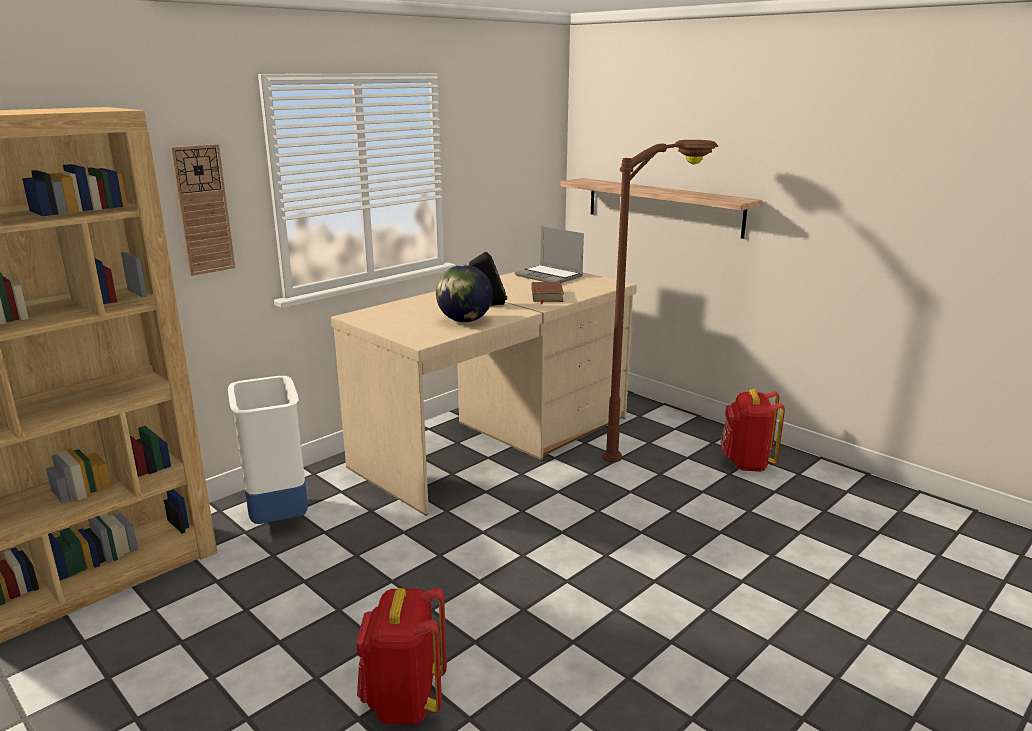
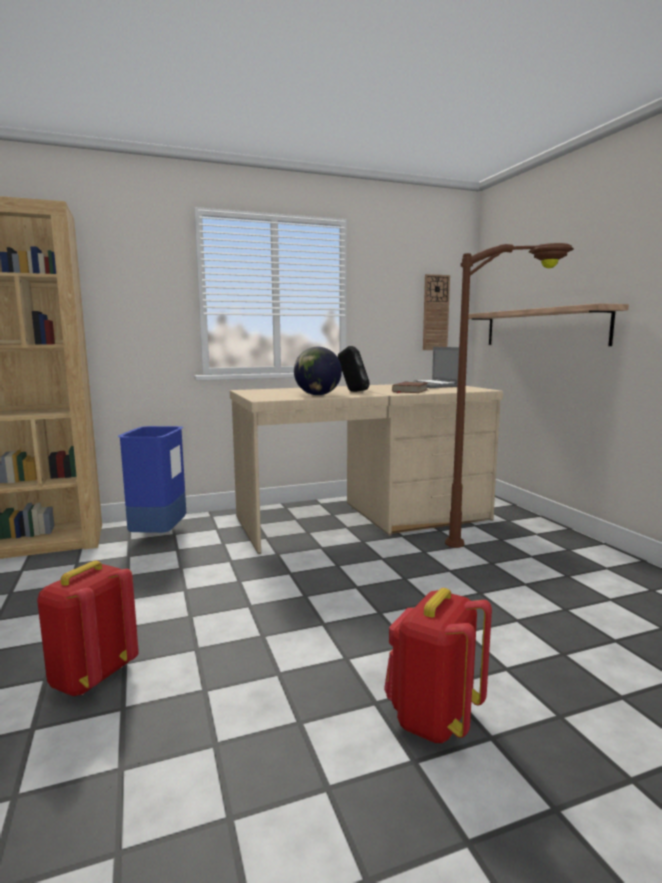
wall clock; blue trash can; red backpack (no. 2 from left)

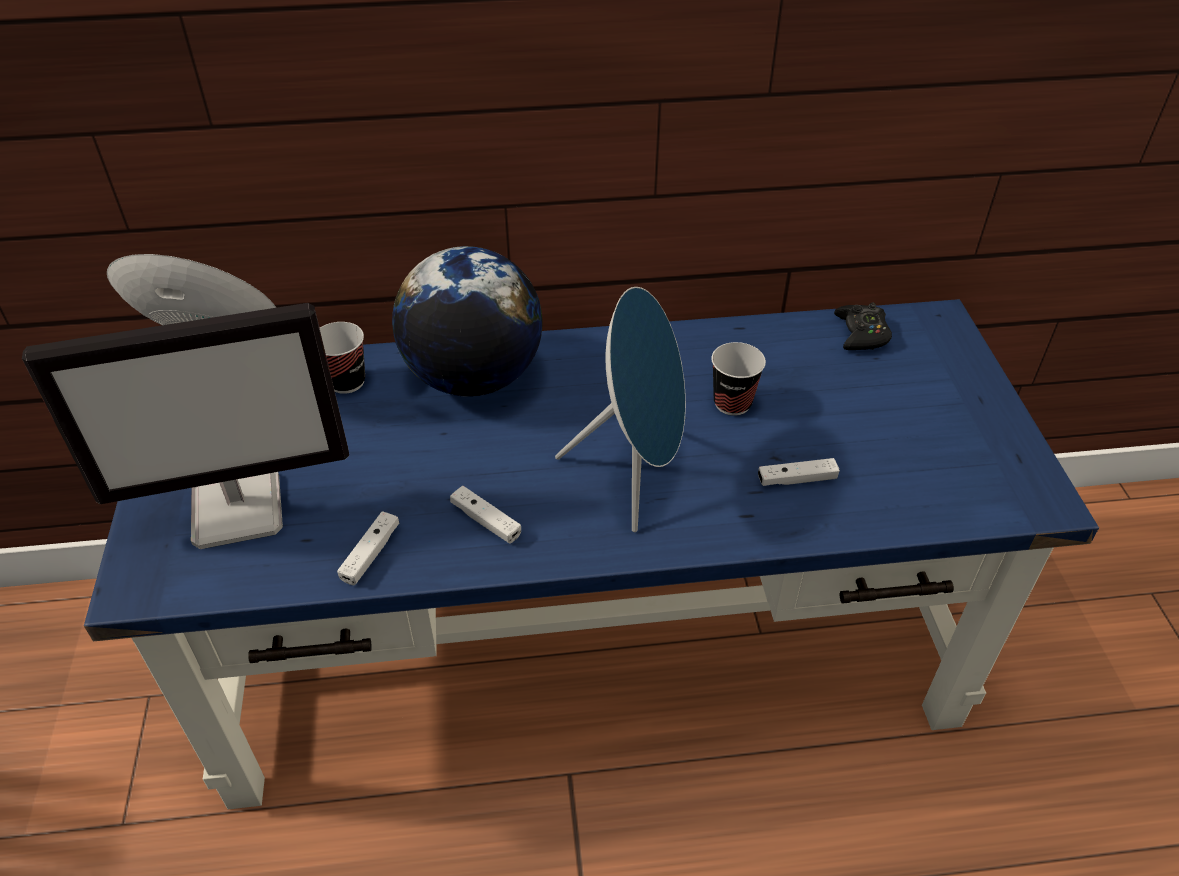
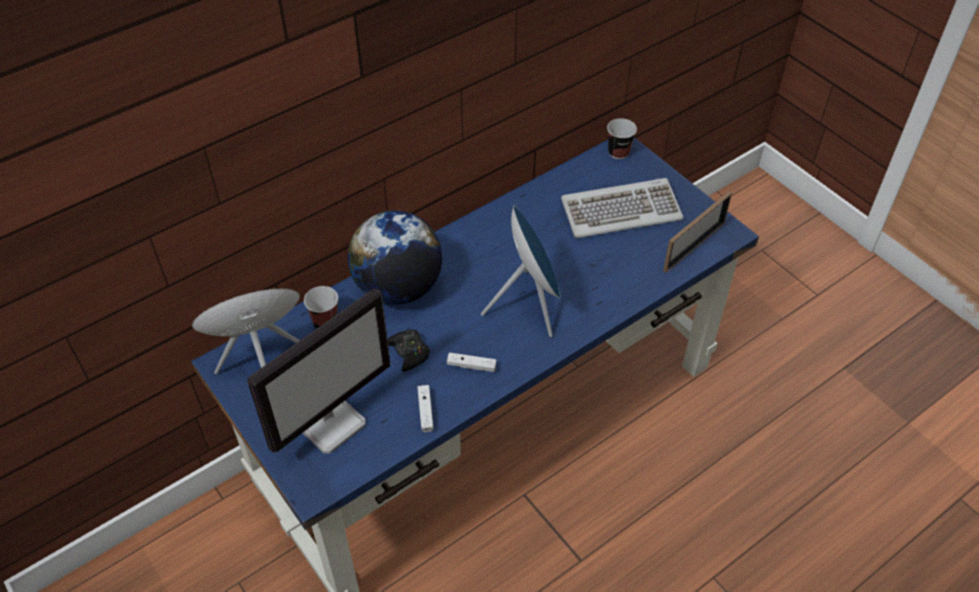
cup (no. 2 from left); white game controller (no. 3 from left in the first image); black game controller; keyboard; picture frame

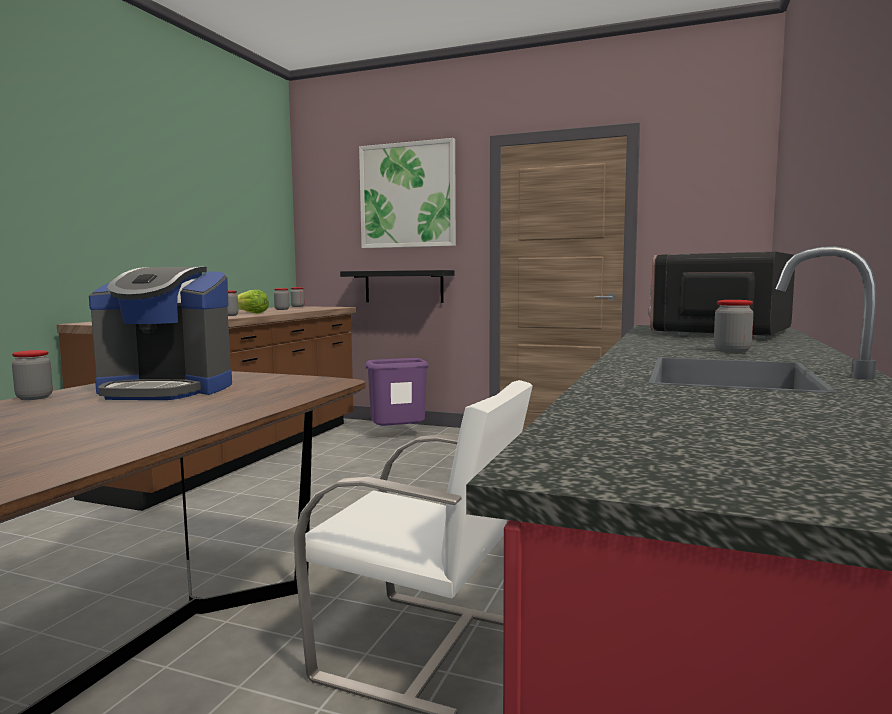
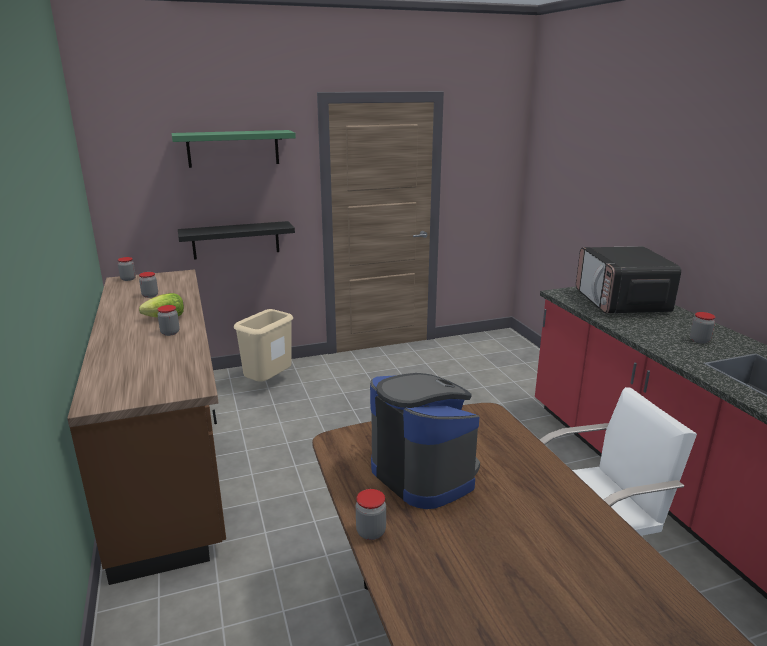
coffee machine; green shelf; beige trash can

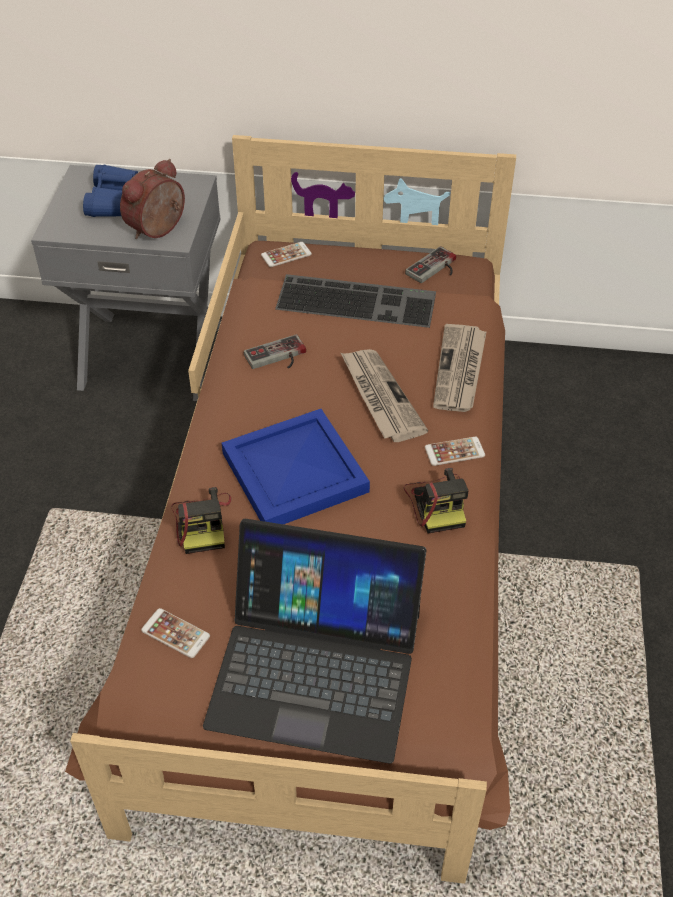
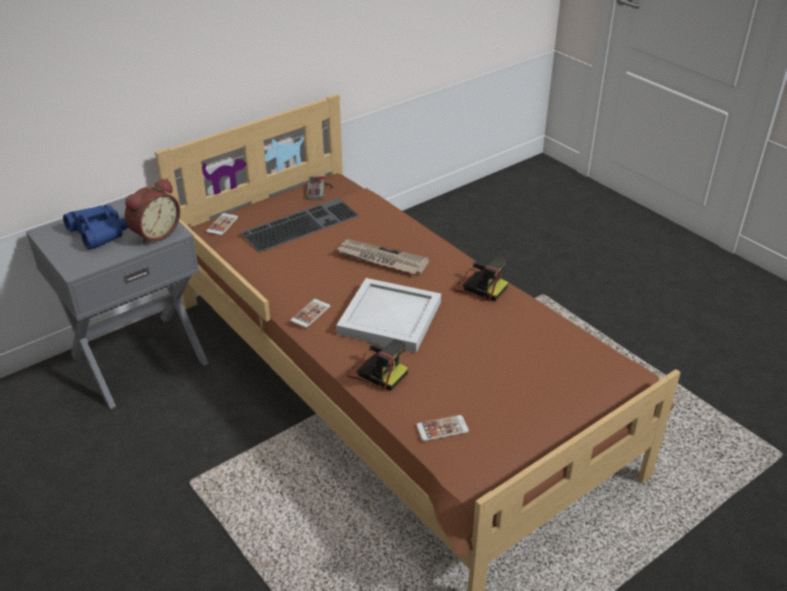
alarm clock; laptop; white tray; game controller (no. 1 from left in the first image); phone (no. 2 from left); newspaper (no. 2 from left in the first image)

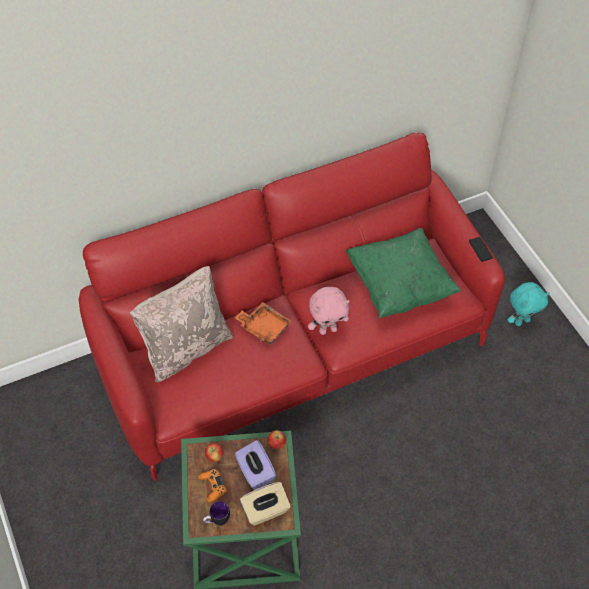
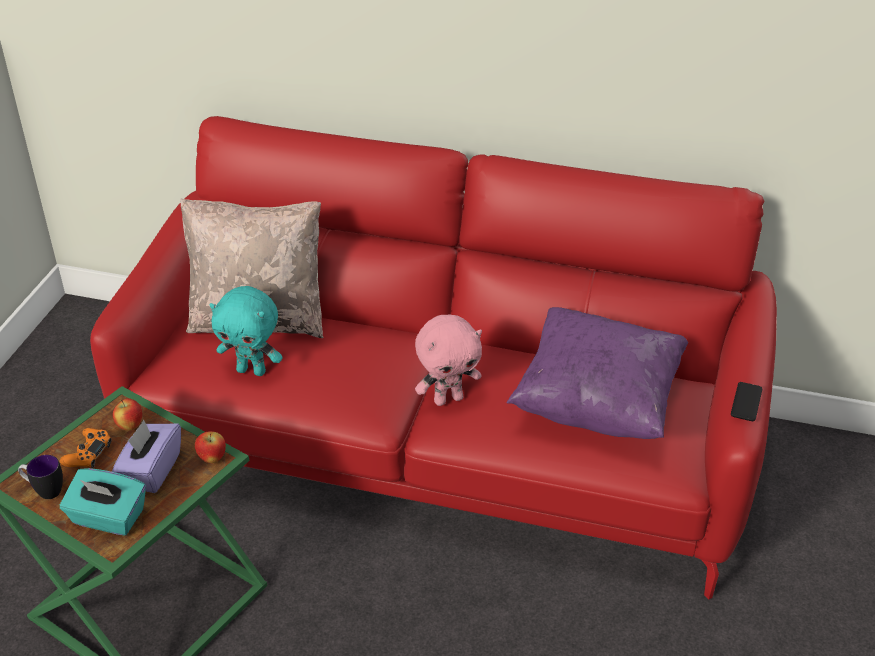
orange tray; turquoise tissue box; pink plush toy; purple pillow; turquoise plush toy

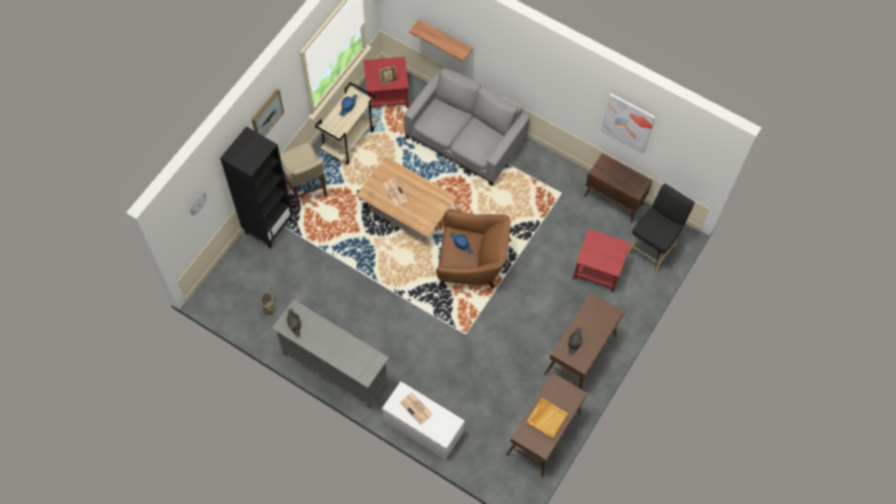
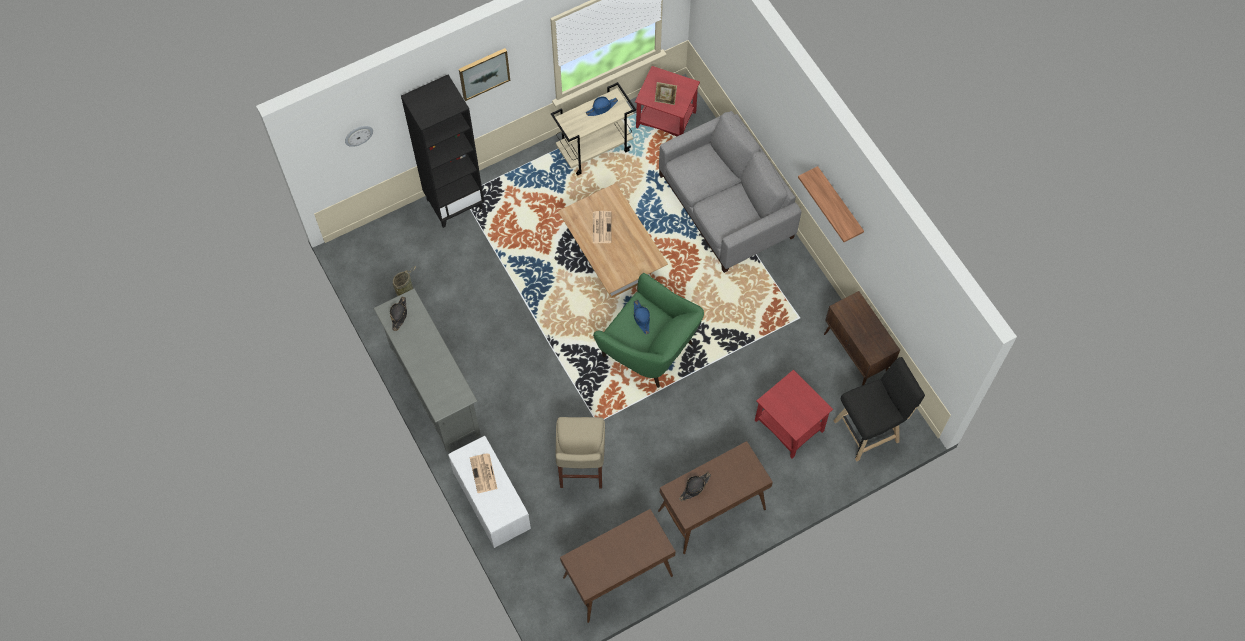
beige stool; shelf; green armchair; beige tray; picture (no. 2 from left in the first image)

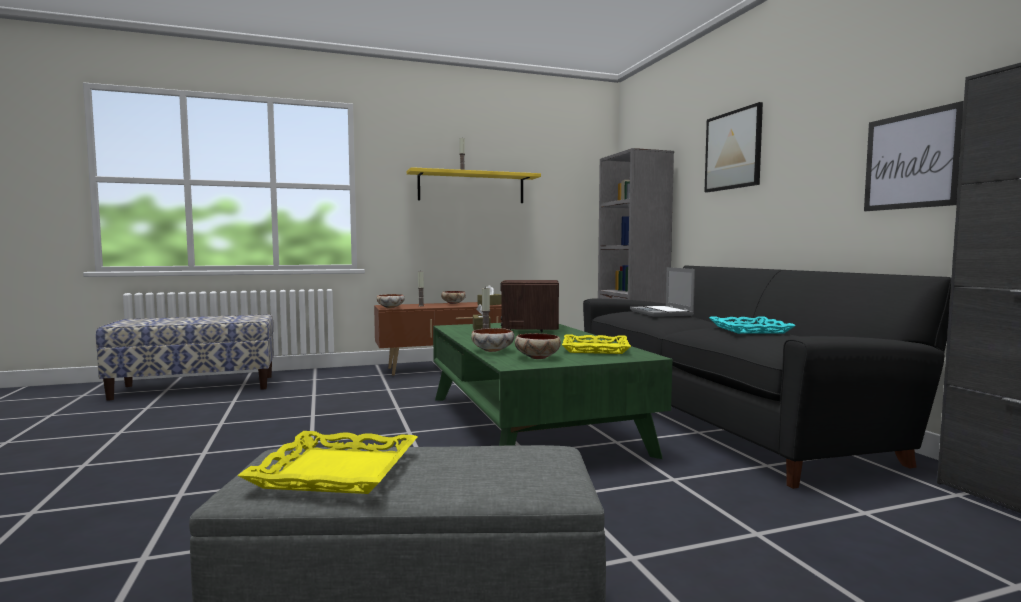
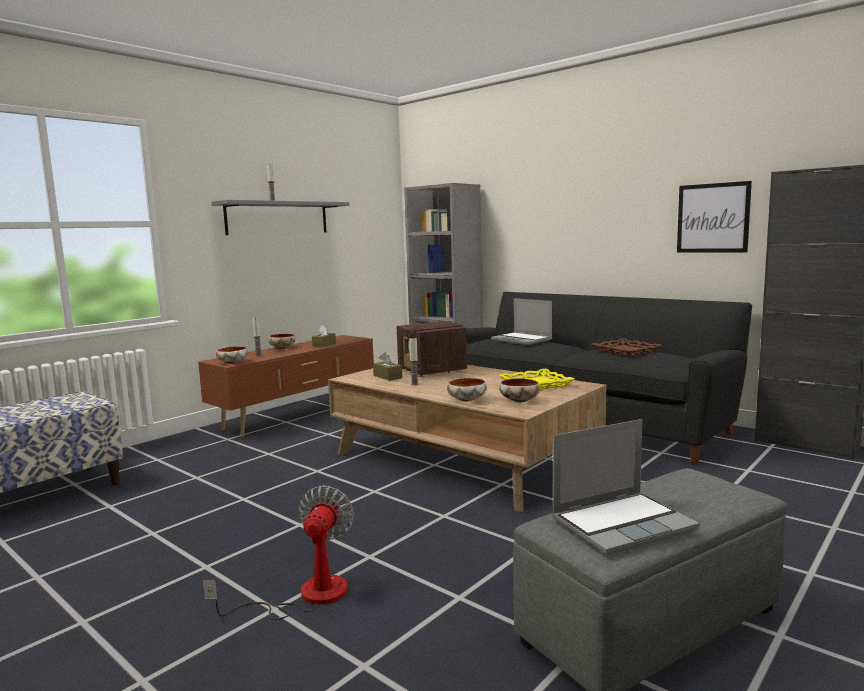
laptop (no. 2 from left); grey shelf; brown coffee table; picture (no. 1 from left in the first image); brown tray; fan

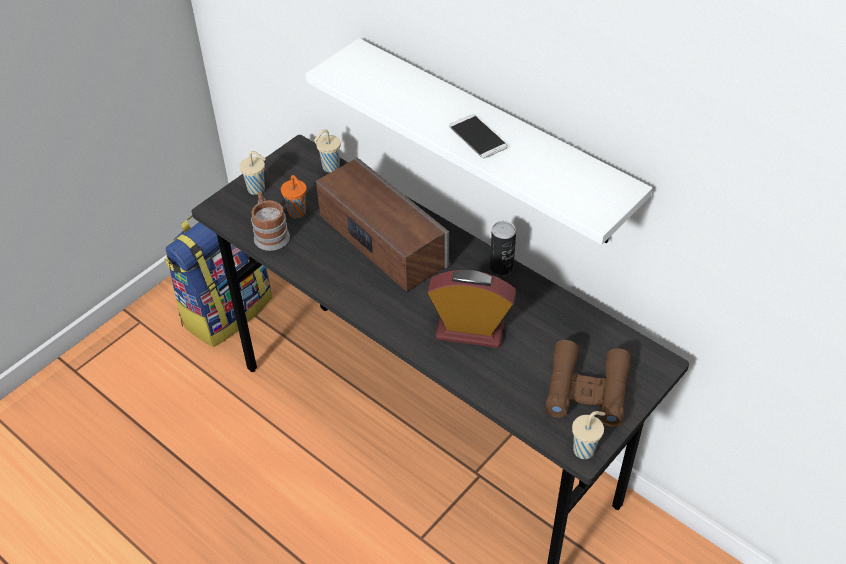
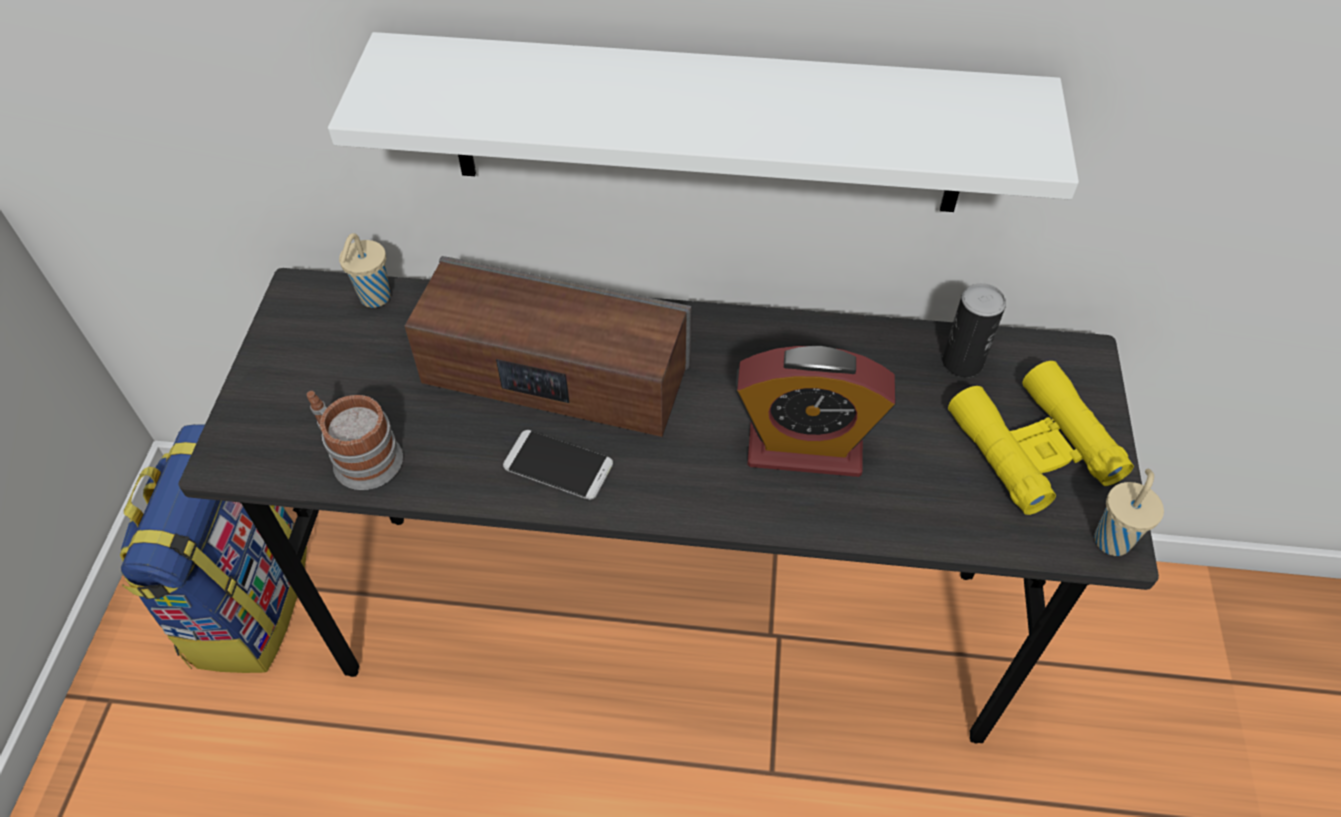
beige cup (no. 1 from left in the first image); orange cup; alarm clock; phone; can; yellow binoculars

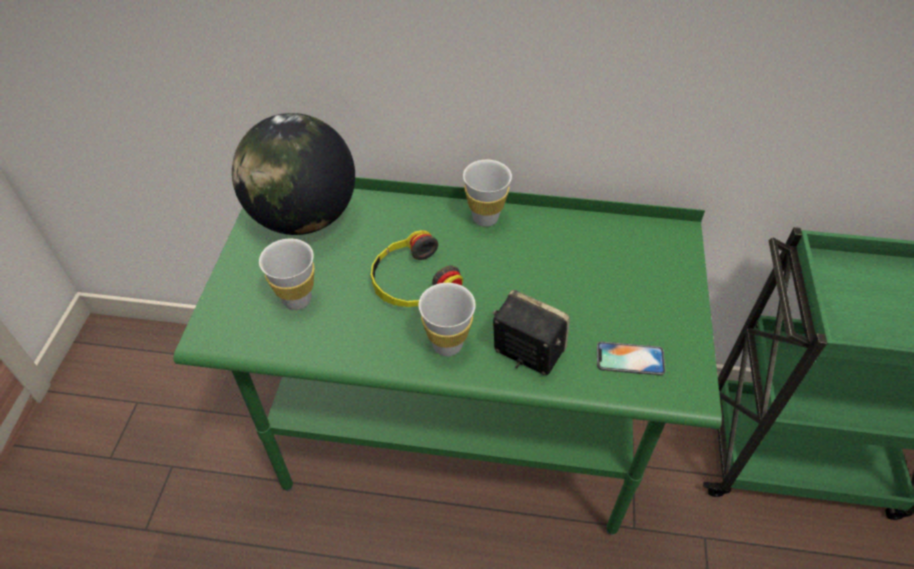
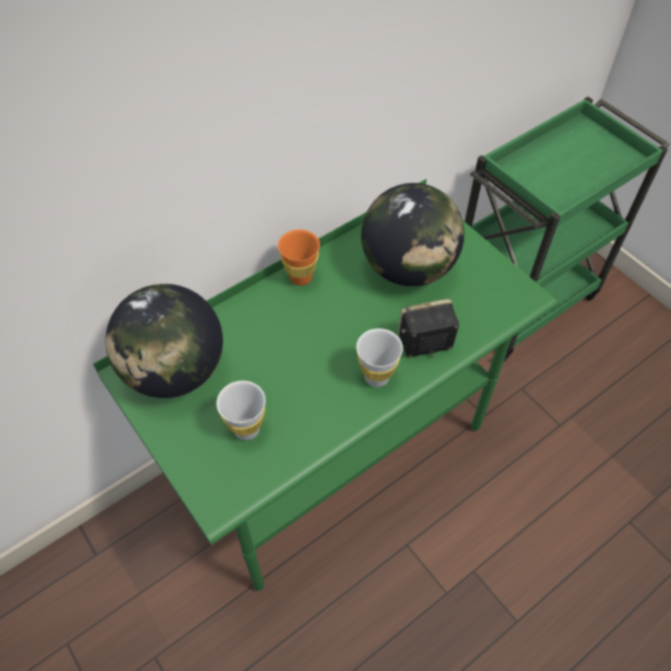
headphones; orange cup; phone; globe (no. 2 from left)

